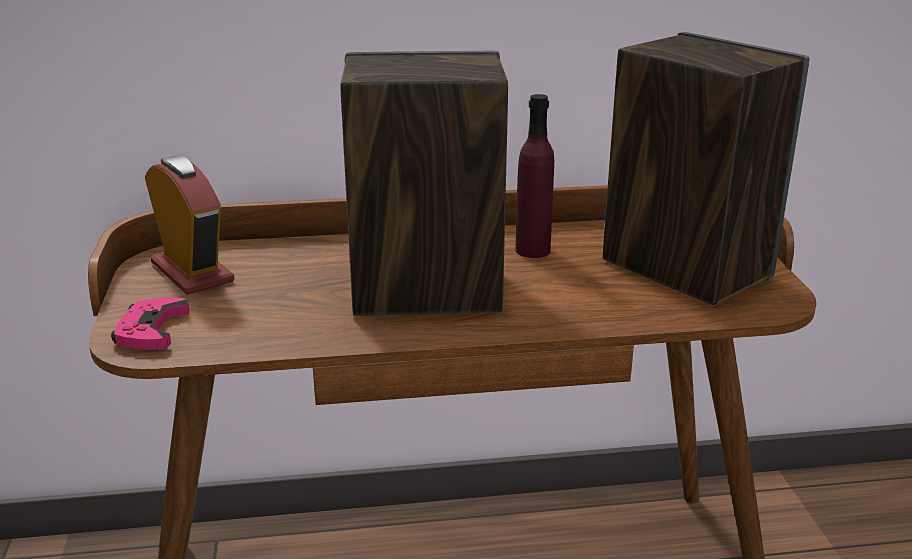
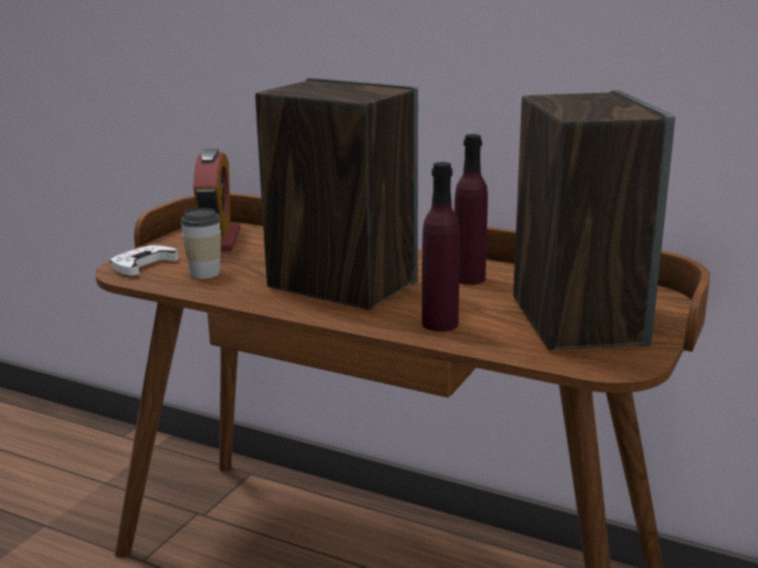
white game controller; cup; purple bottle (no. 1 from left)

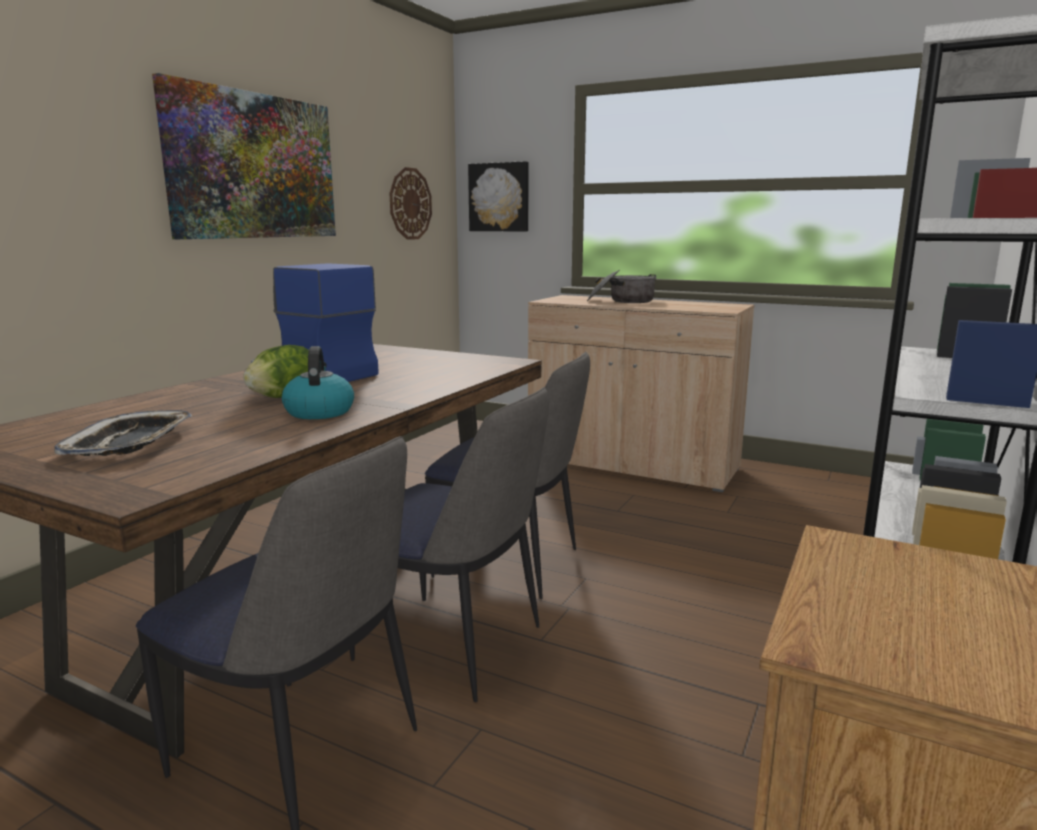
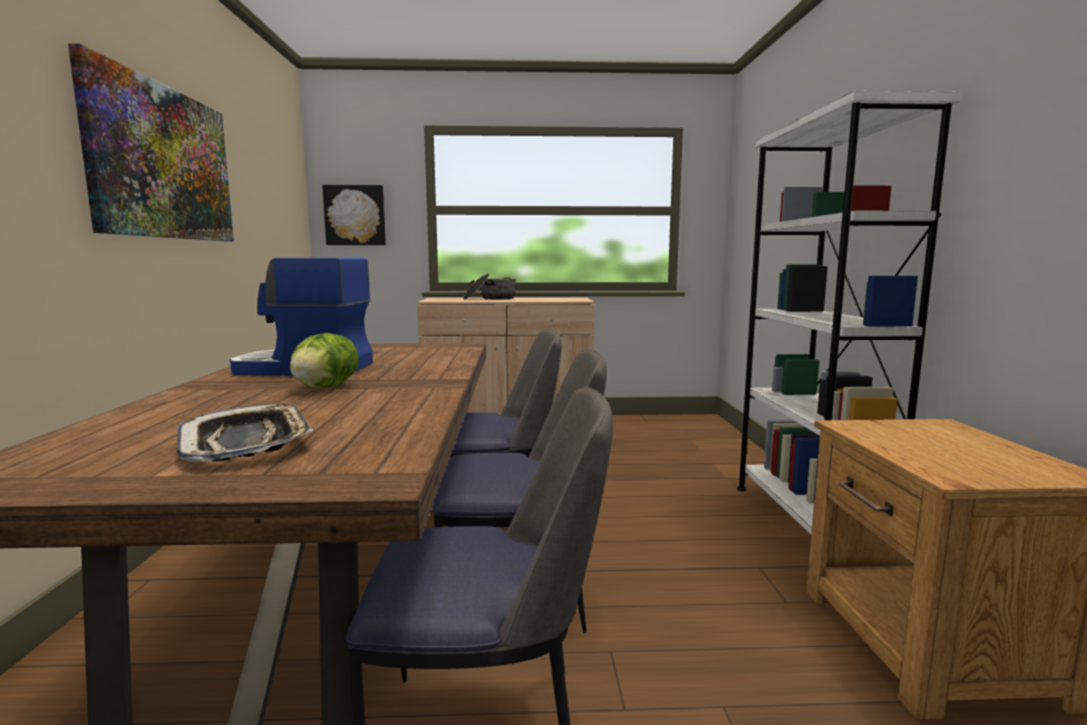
kettle; wall clock

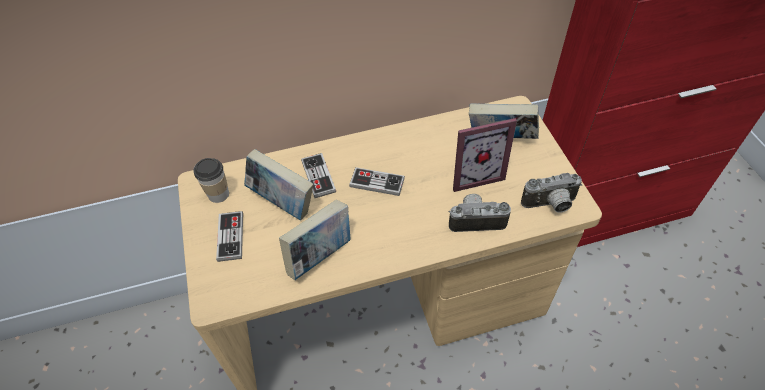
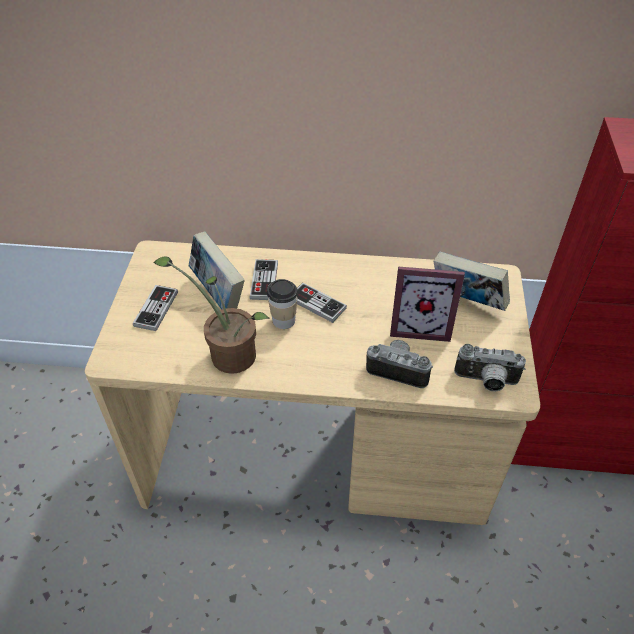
cup; potted plant

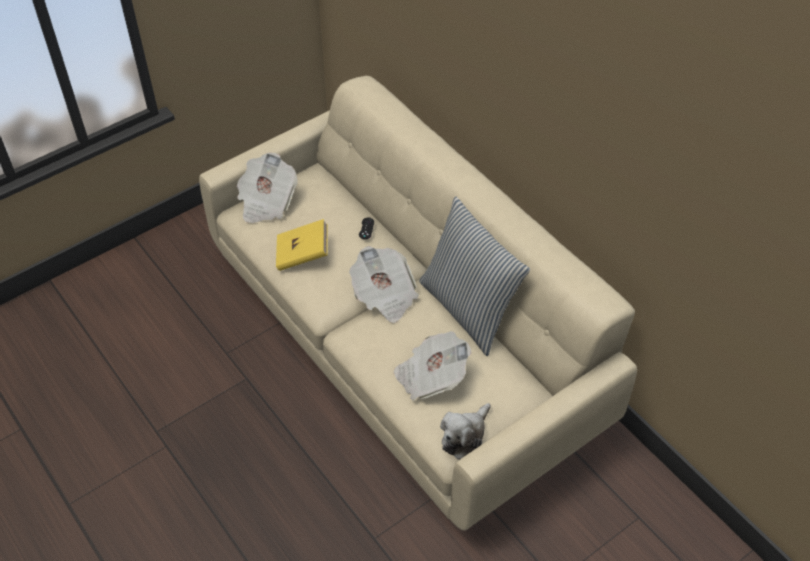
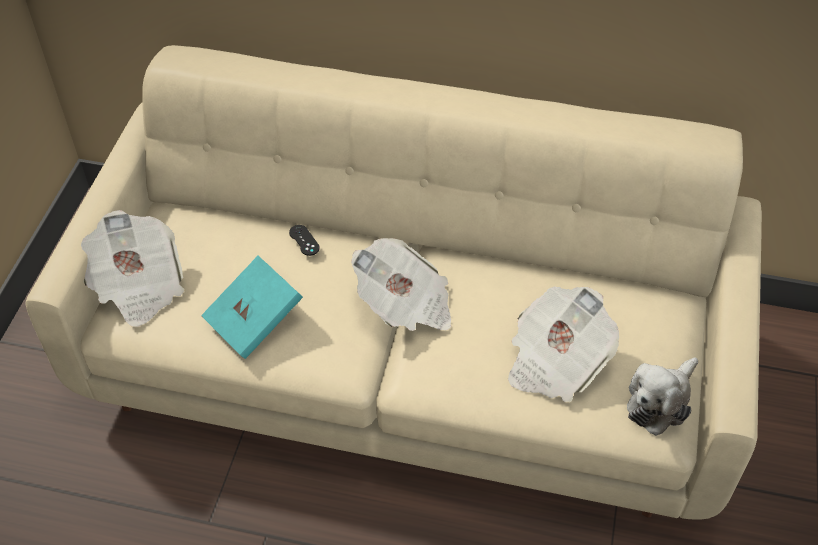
turquoise book; pillow; plush toy

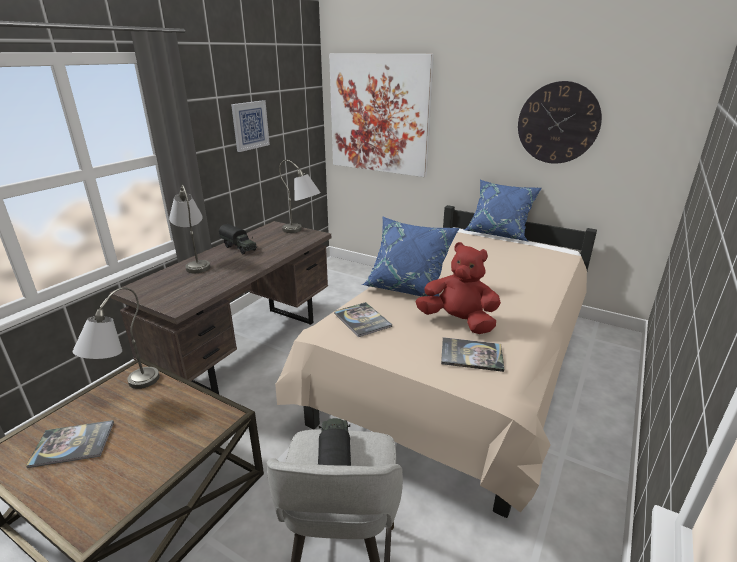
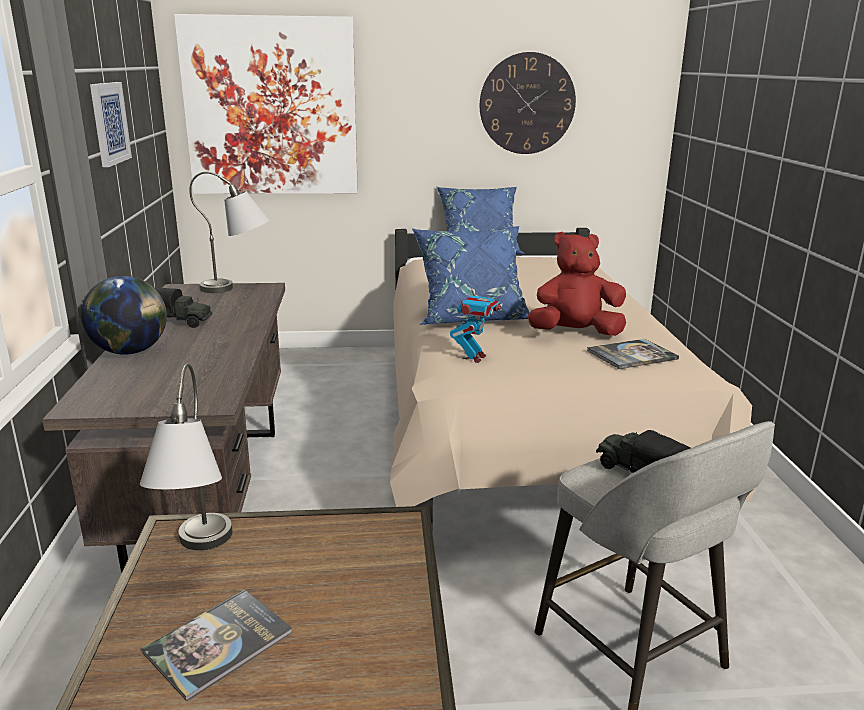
globe; toy robot

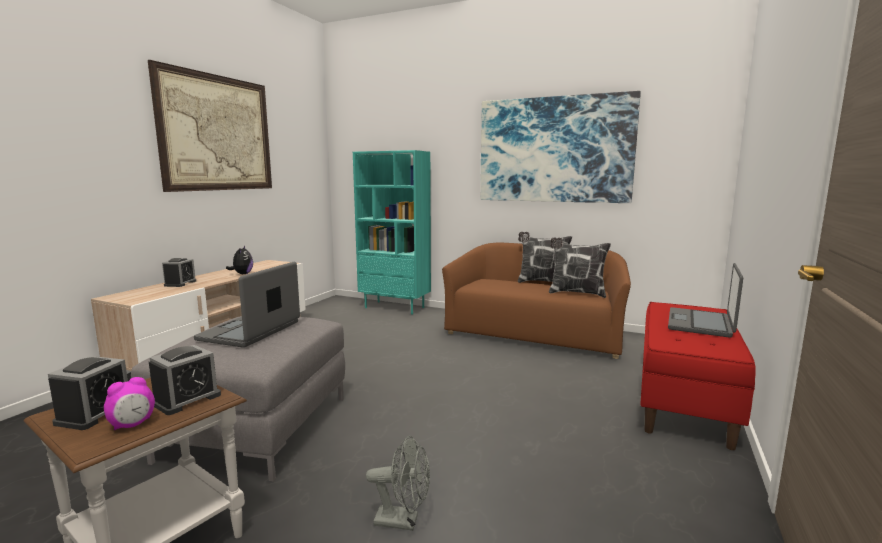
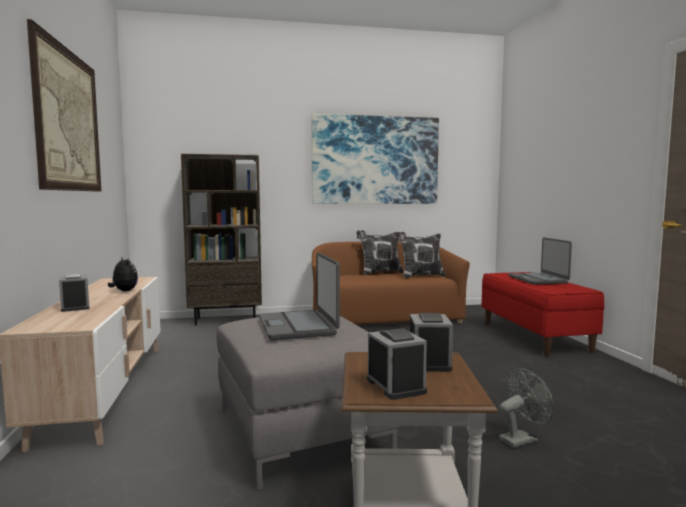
alarm clock (no. 2 from left in the first image); brown bookcase

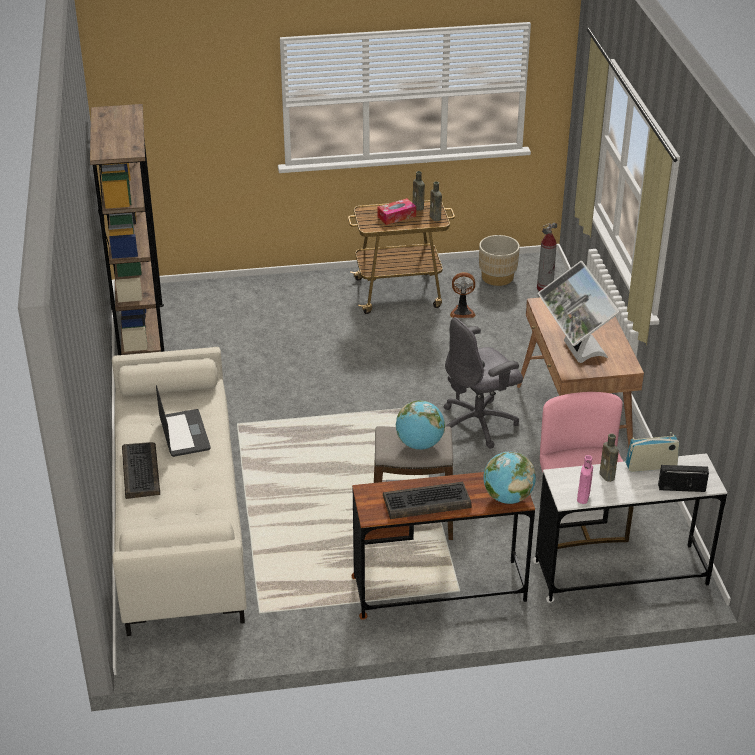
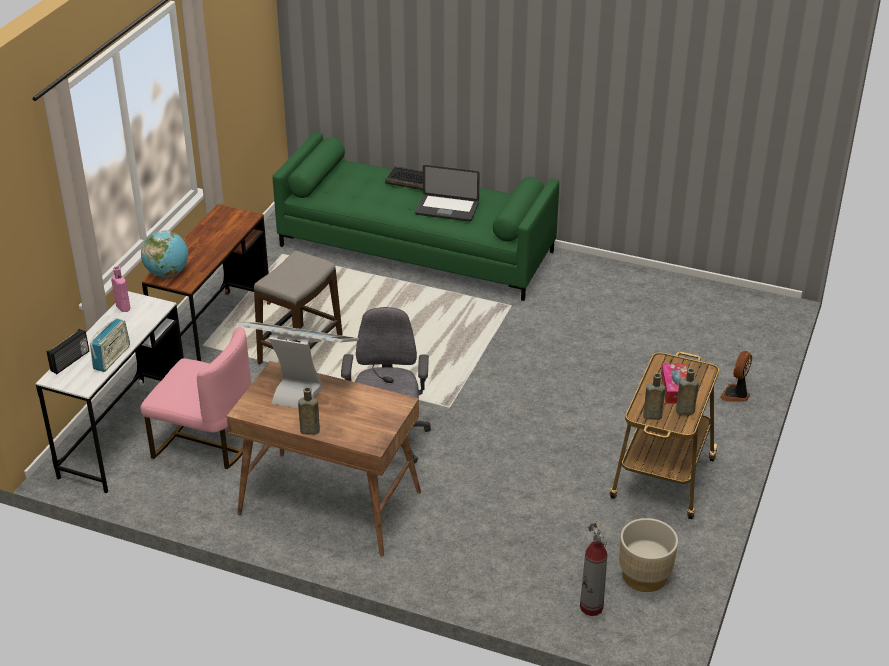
brown bookcase; green sofa; keyboard (no. 2 from left in the first image); globe (no. 1 from left in the first image); fan; brown bottle (no. 1 from left)

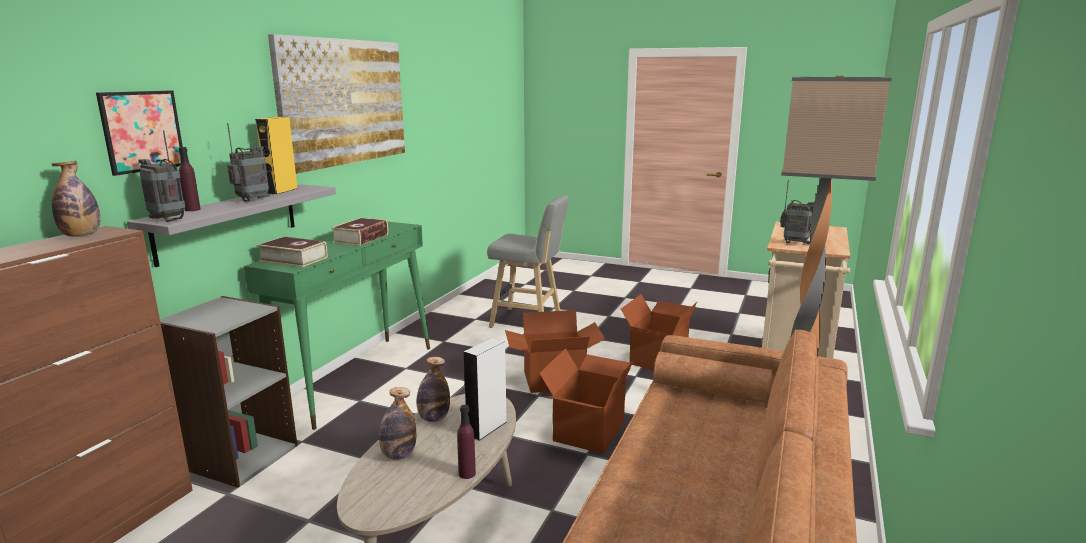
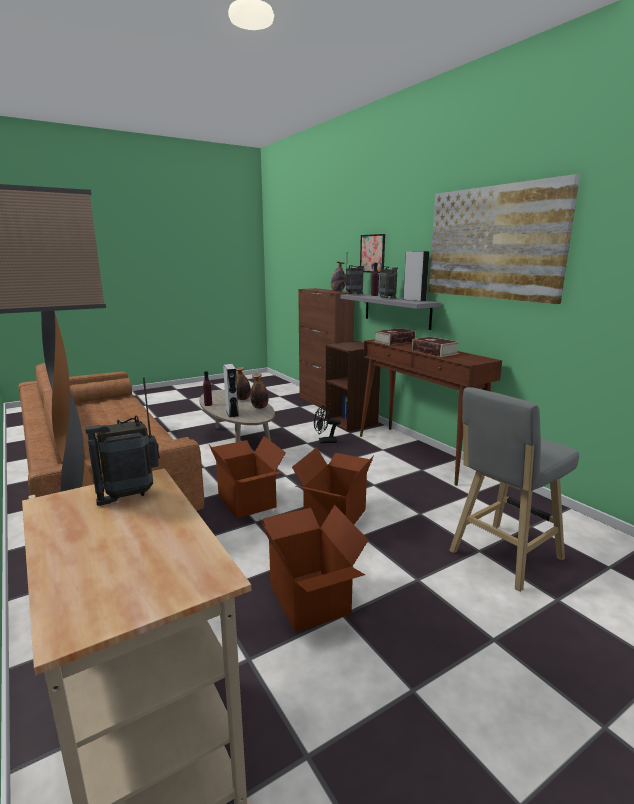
brown bookcase; brown console table; grey speaker (no. 2 from left); black fan

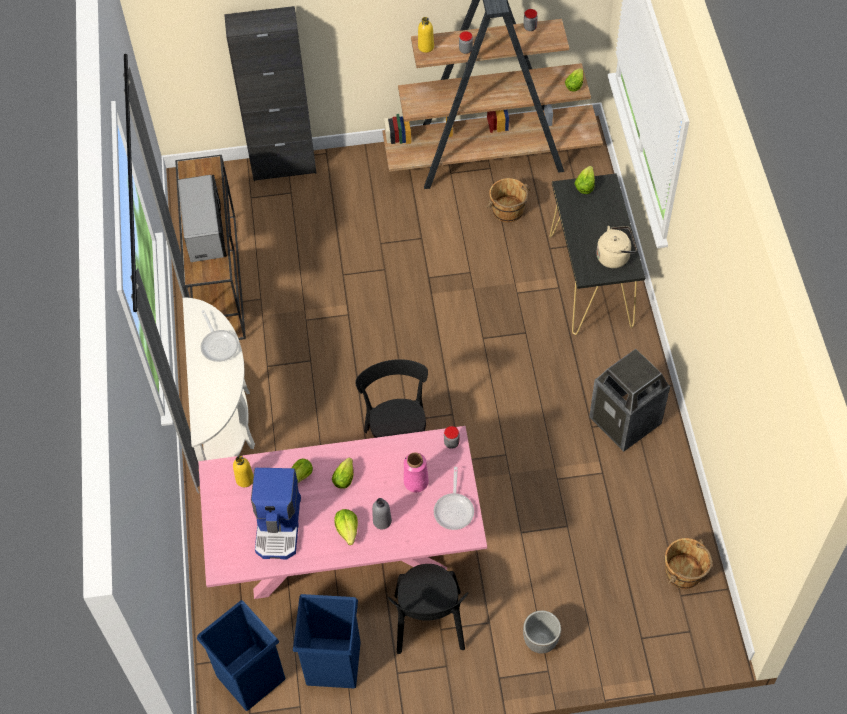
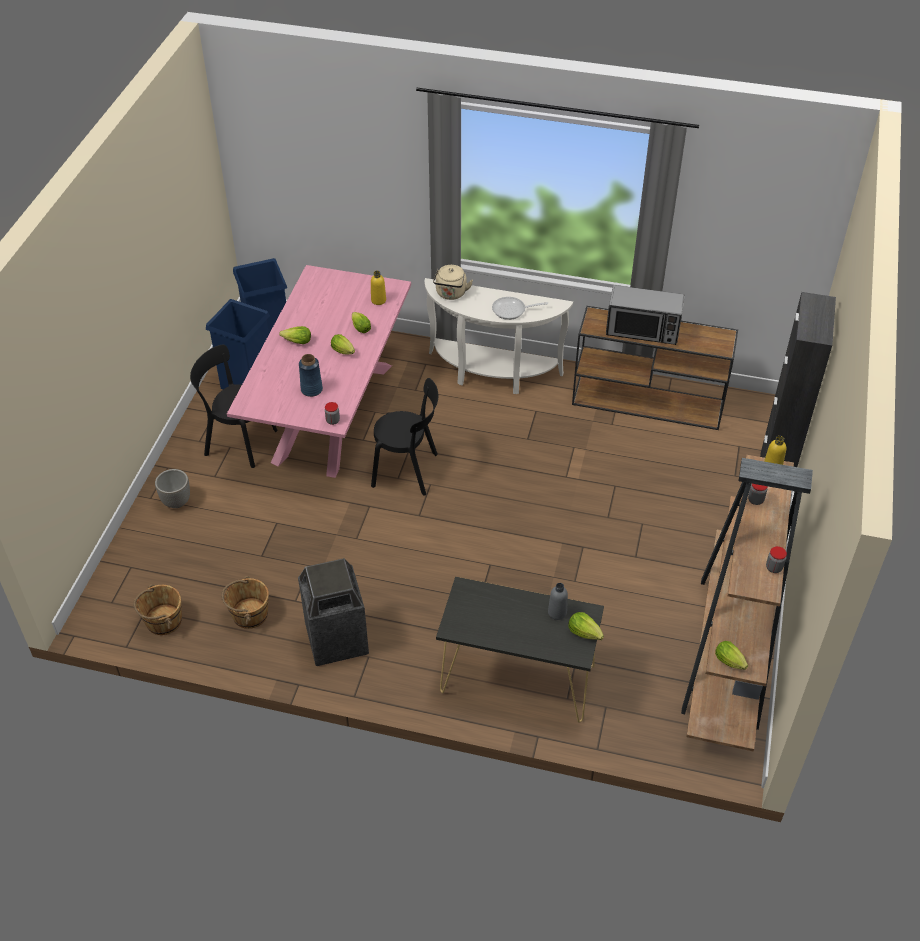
coffee machine; grey bottle; blue vase; frying pan (no. 2 from left in the first image); brown bucket (no. 2 from left); beige kettle

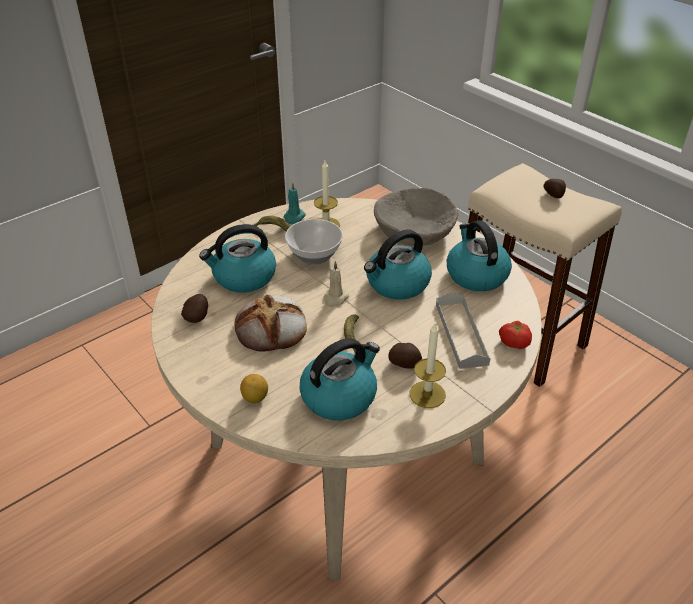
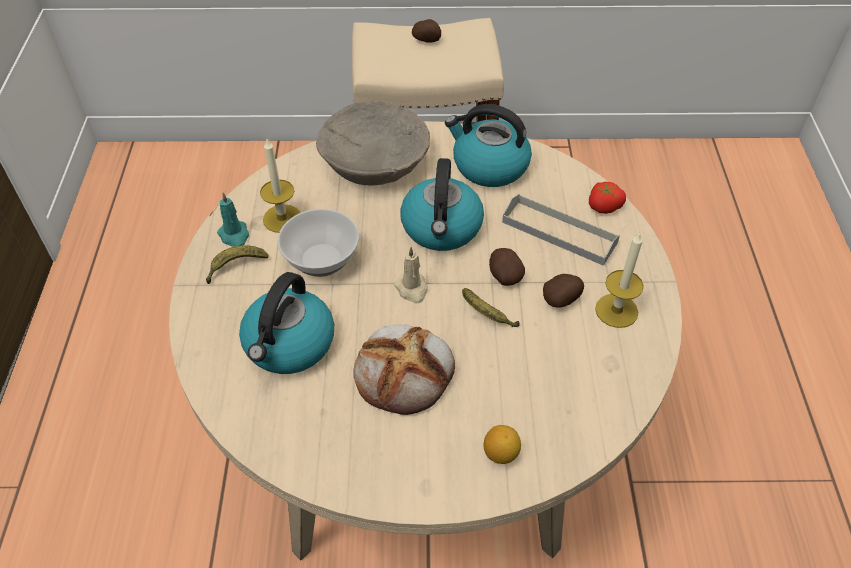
potato (no. 2 from left); kettle (no. 2 from left in the first image)

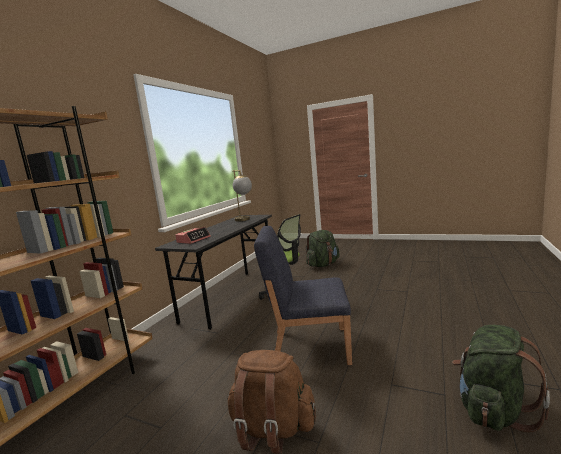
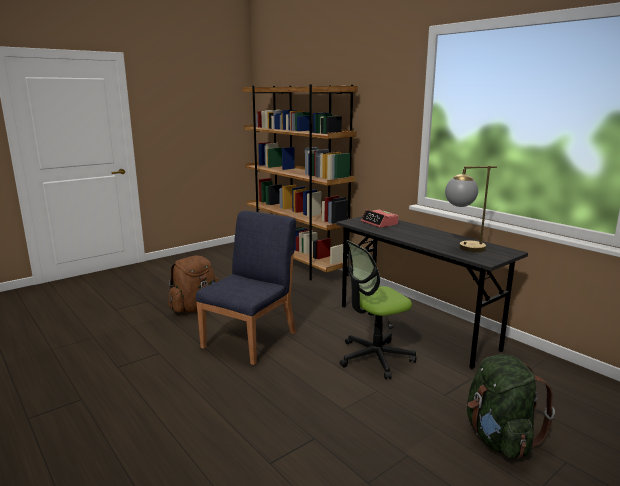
green backpack (no. 2 from left in the first image)

